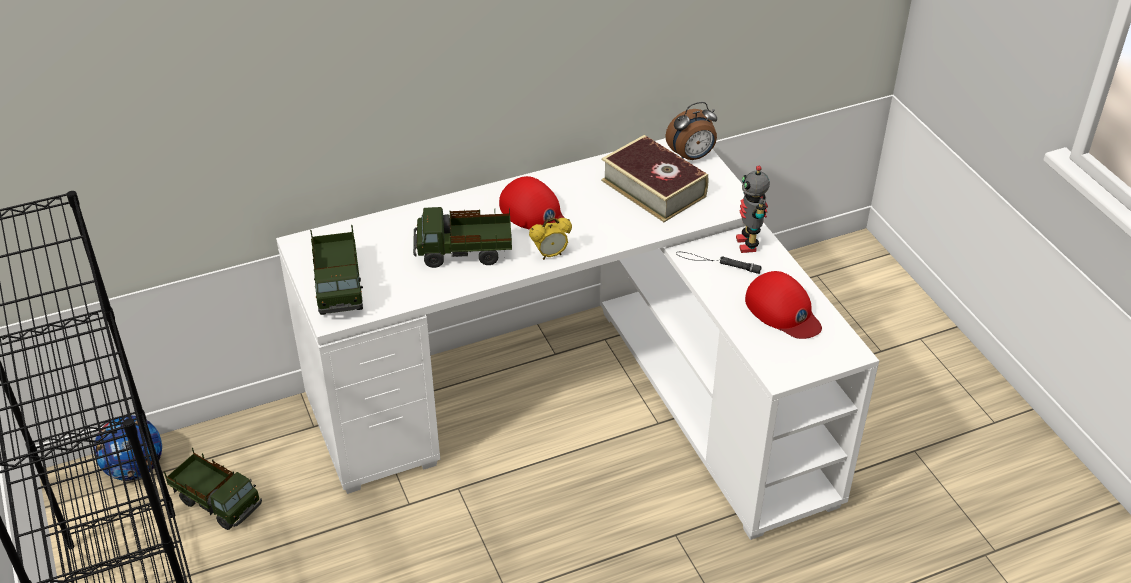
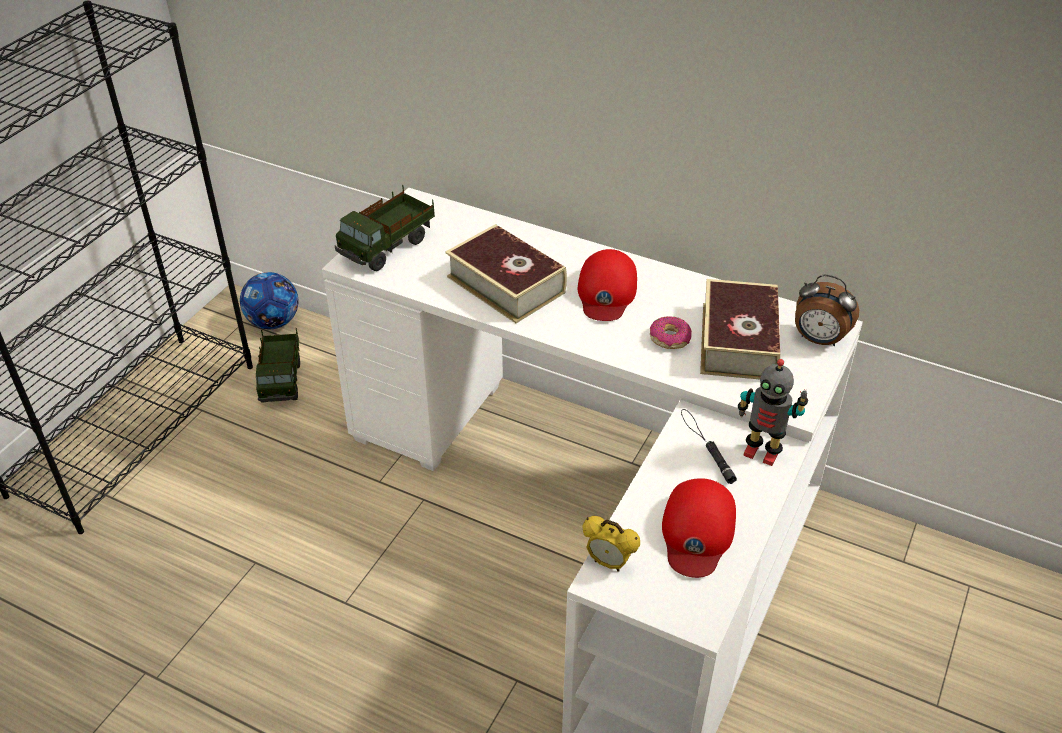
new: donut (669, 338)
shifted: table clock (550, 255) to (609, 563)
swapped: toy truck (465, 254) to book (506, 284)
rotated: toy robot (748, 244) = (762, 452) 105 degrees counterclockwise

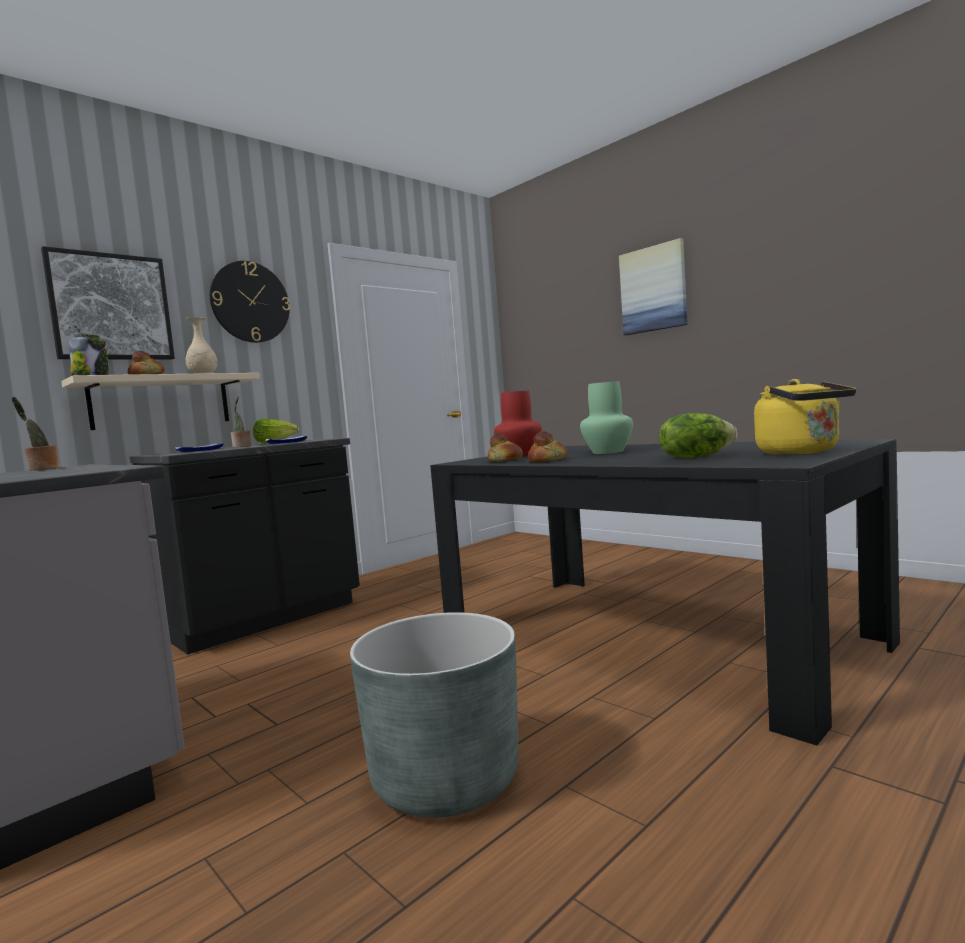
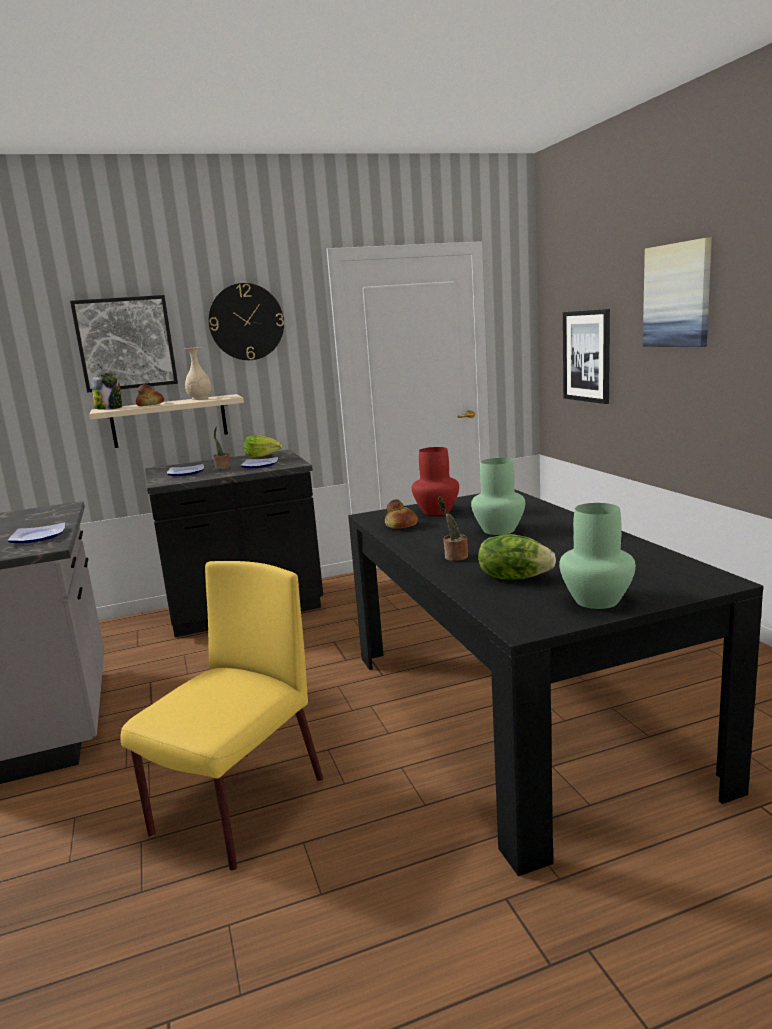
gone: bread (548, 460)
new: plate (39, 536); picture (587, 356)
shifted: potted plant (41, 469) to (454, 557)
swapped: plant pot in gray (446, 779) to plain chair in yellow (237, 808); tea kettle in yellow (802, 453) to vase in green-coloured (596, 601)

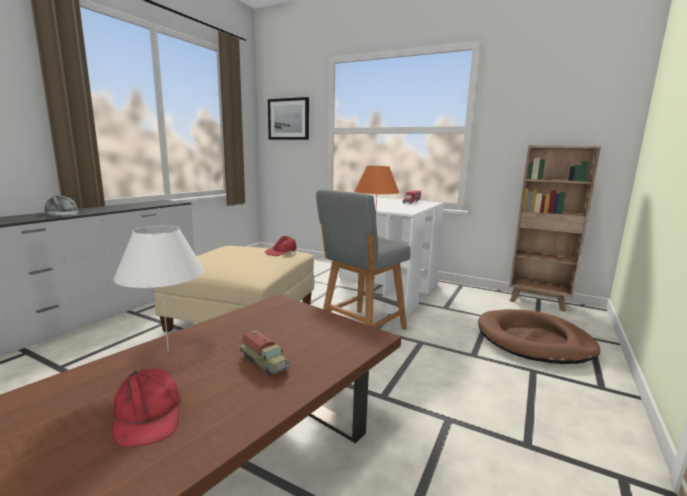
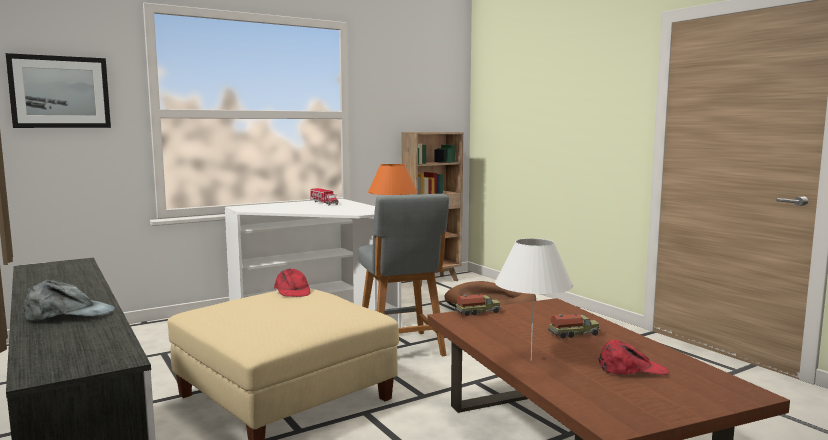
new: toy truck (478, 312)

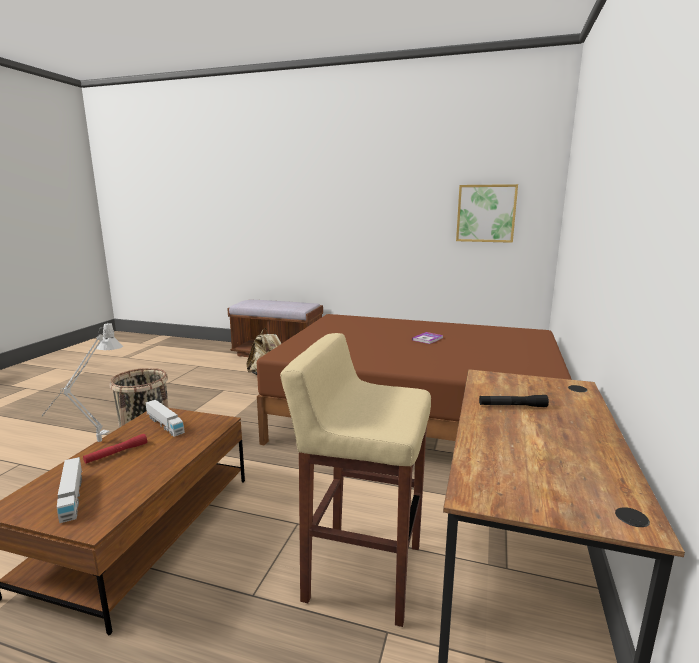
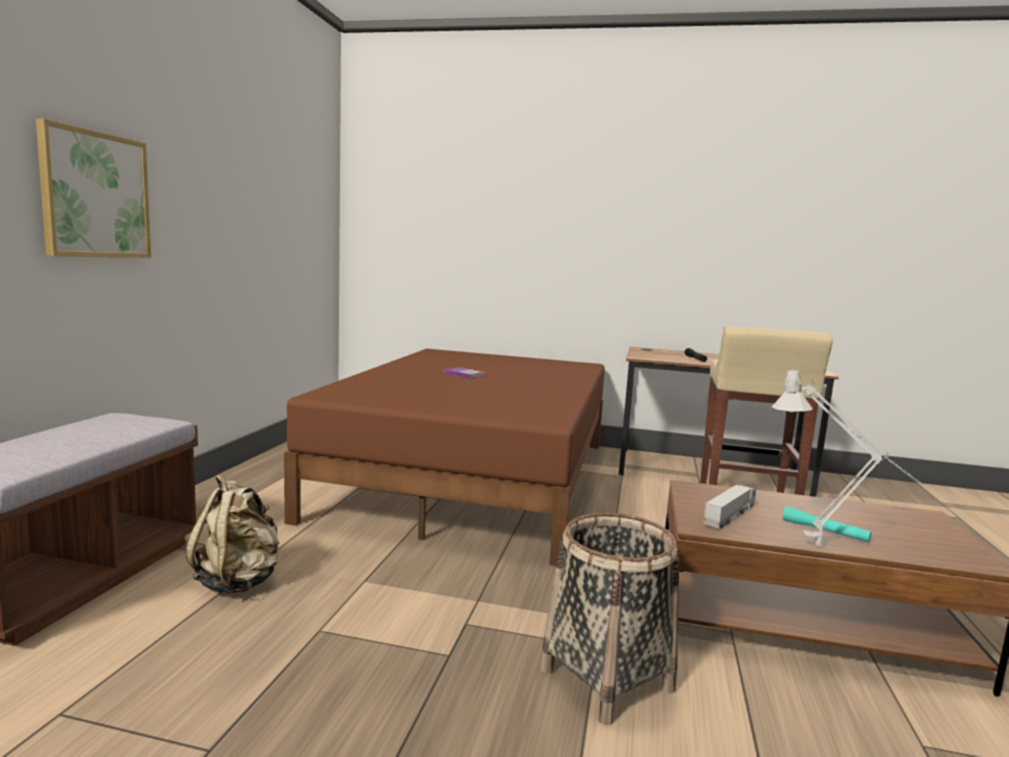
gone: toy truck (72, 497)
shifted: picture (486, 213) to (95, 195)
repainted: hand torch in red-coloured (116, 453) to hand torch in blue-green (824, 531)

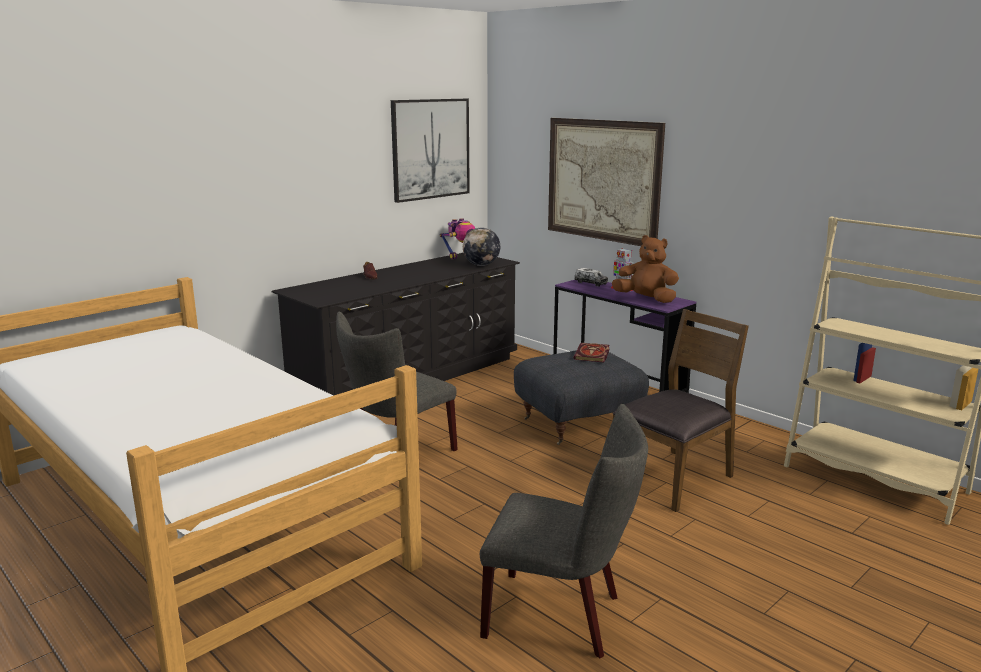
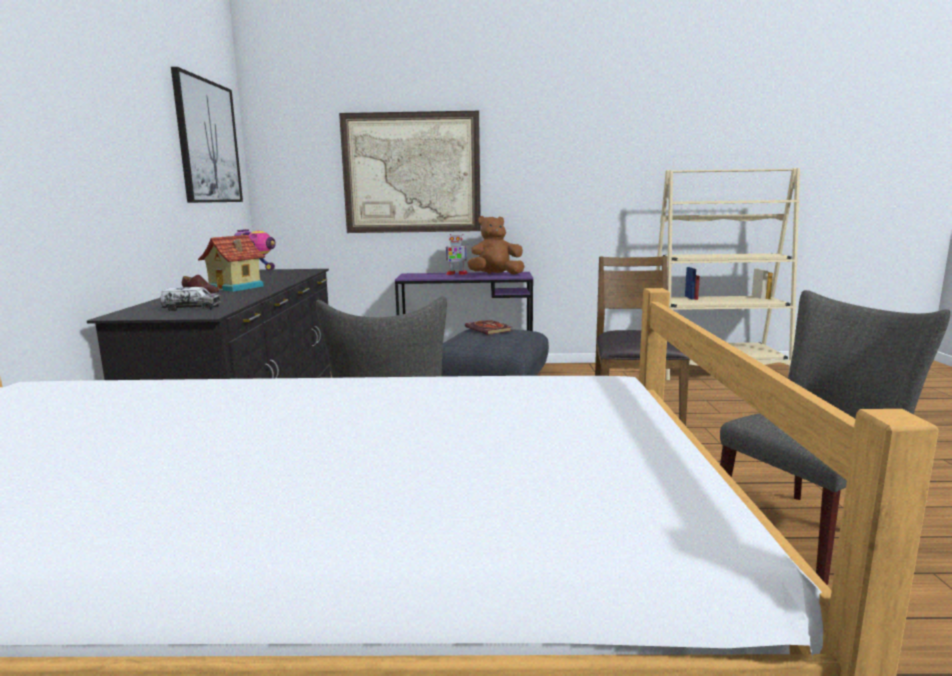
gone: desk globe (481, 265)
new: model house (236, 287)
shifted: toy truck (591, 283) to (192, 308)

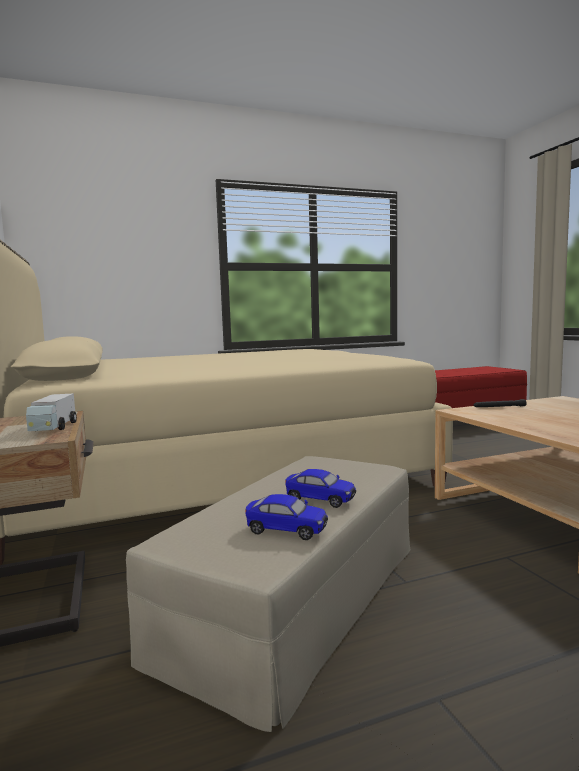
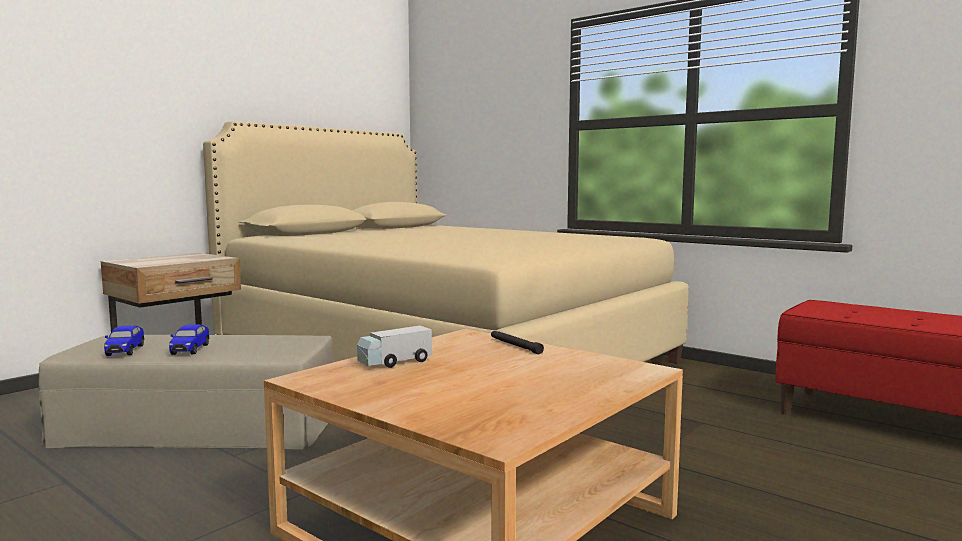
shifted: toy truck (53, 428) to (394, 362)

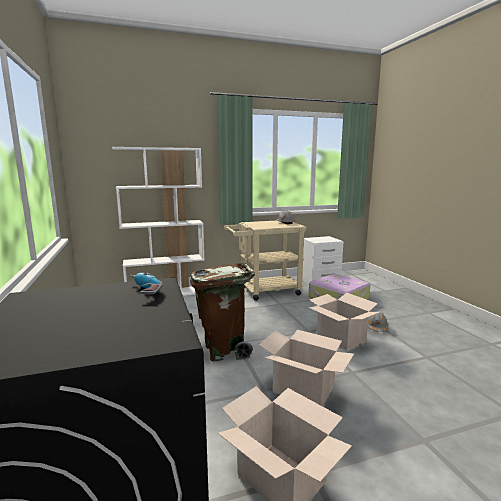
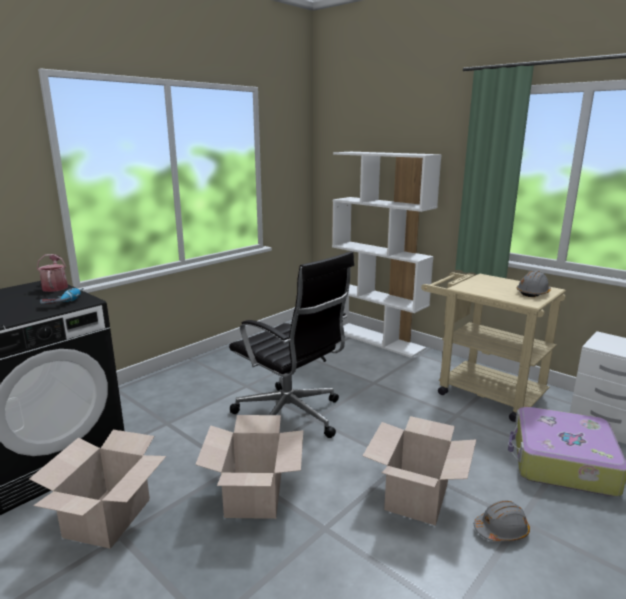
new: watering can (55, 287)
swapped: waste bin in brown (224, 350) to computer chair in black (291, 417)

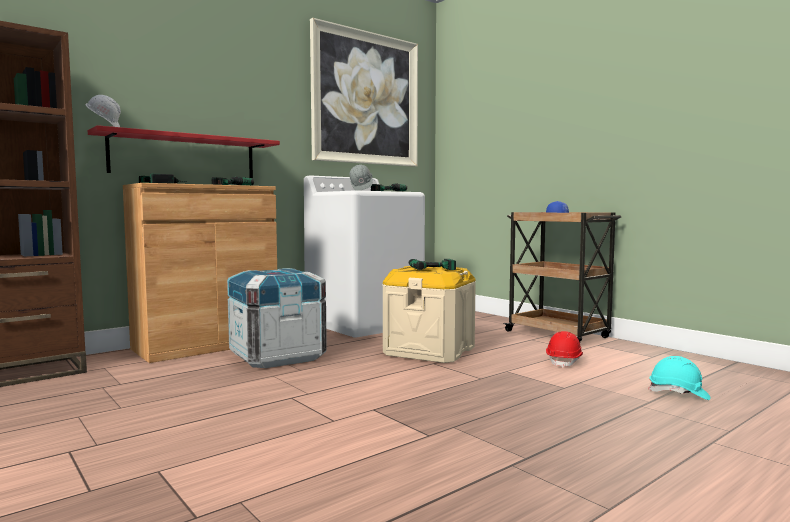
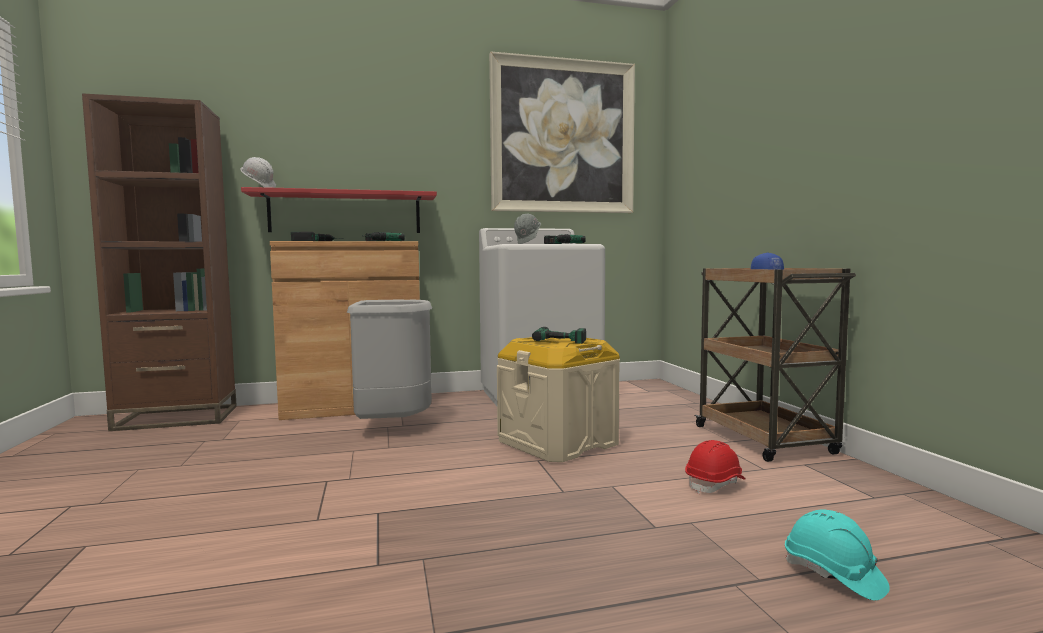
swapped: packing crate (277, 356) to waste bin in gray (393, 428)

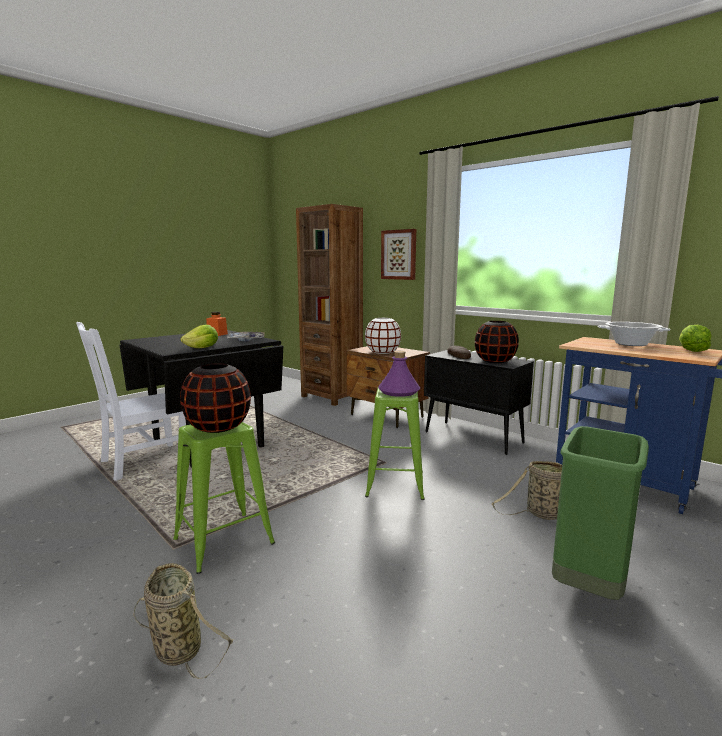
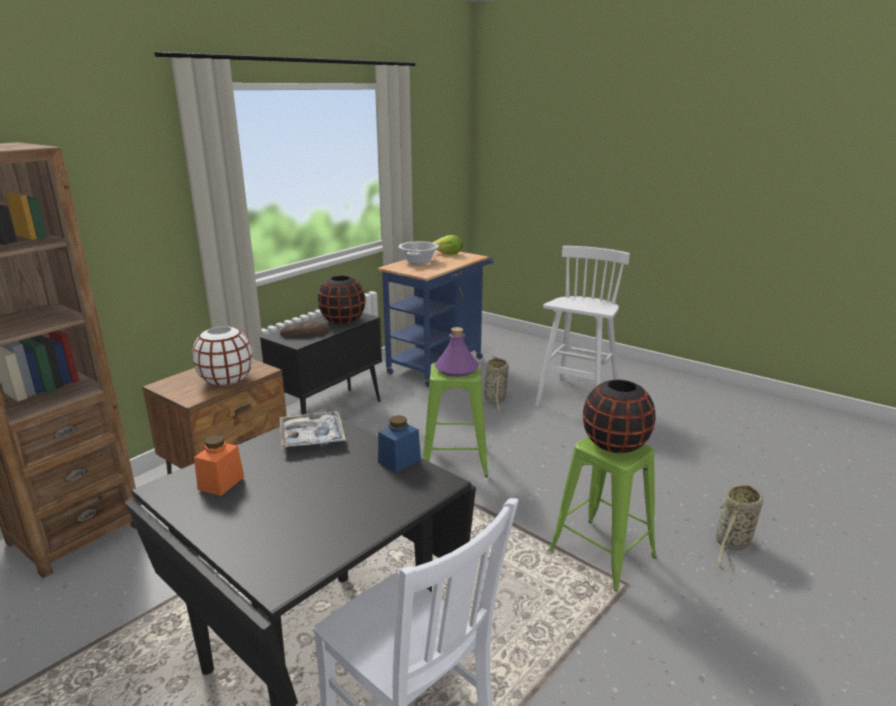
gone: picture (399, 254)
swapped: lettuce head (202, 348) to preserve jar in blue-coloured (399, 461); waste bin in green-coloured (588, 587) to stool seat in white-coloured (577, 398)

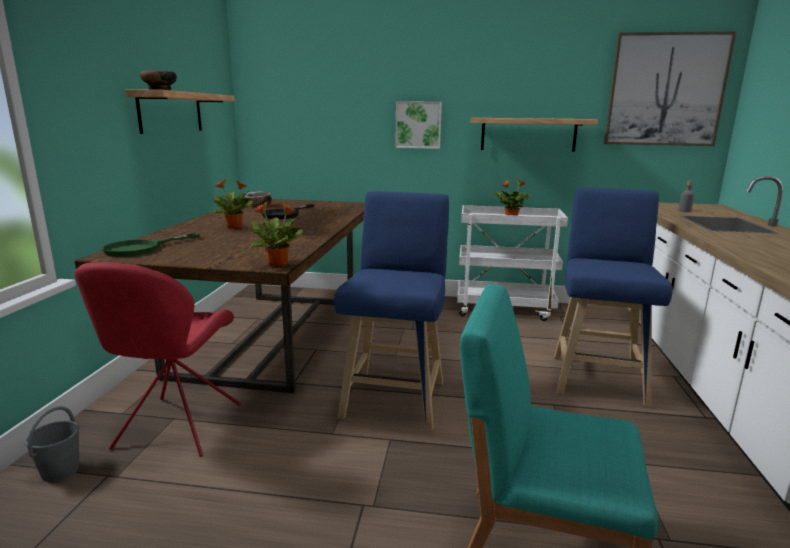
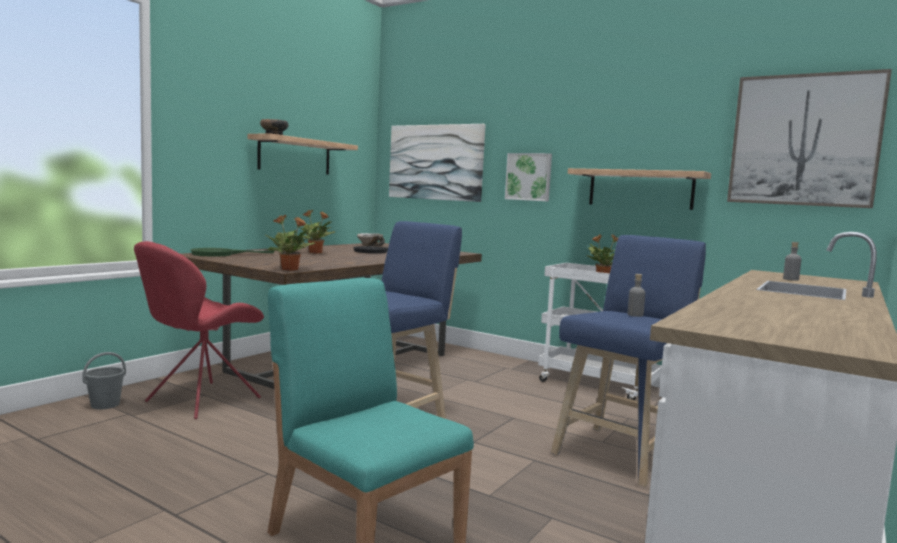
new: picture (435, 162); beverage bottle in gray (635, 315)

